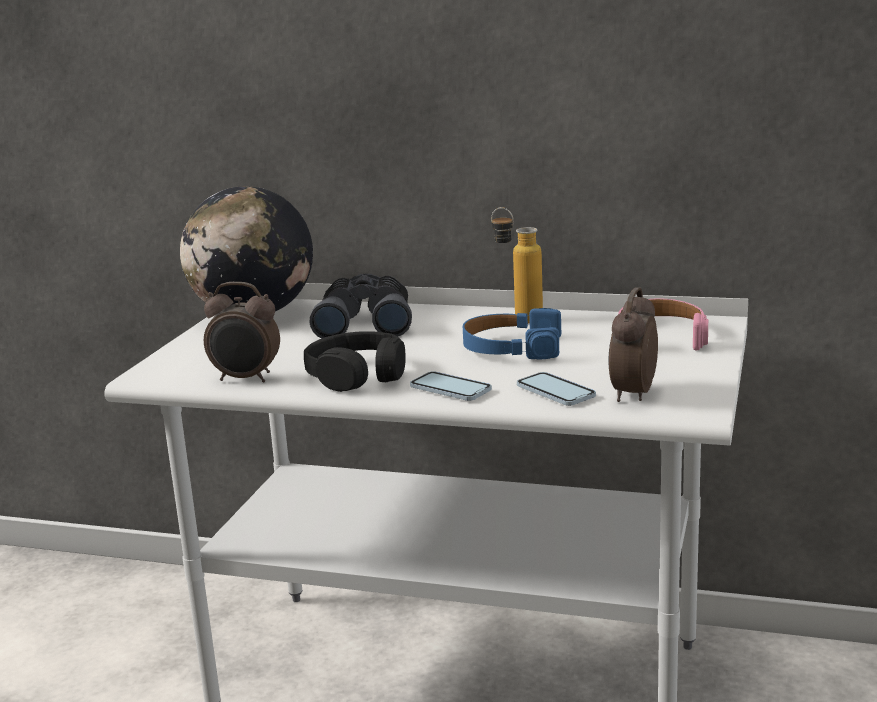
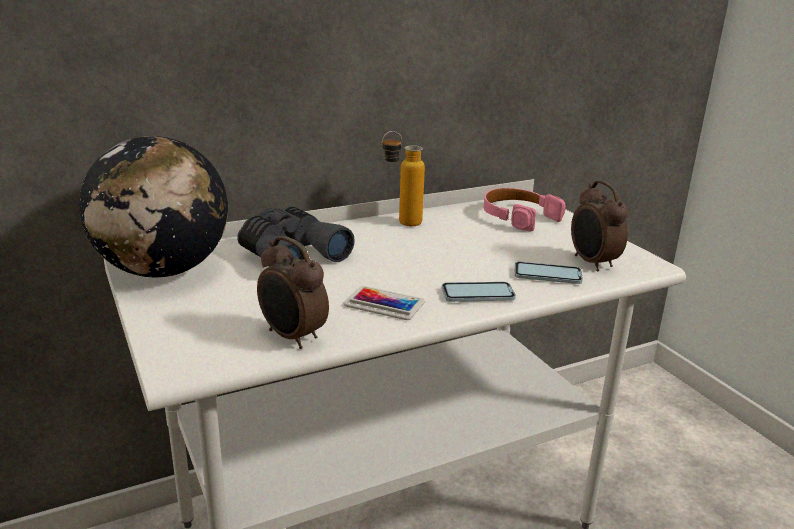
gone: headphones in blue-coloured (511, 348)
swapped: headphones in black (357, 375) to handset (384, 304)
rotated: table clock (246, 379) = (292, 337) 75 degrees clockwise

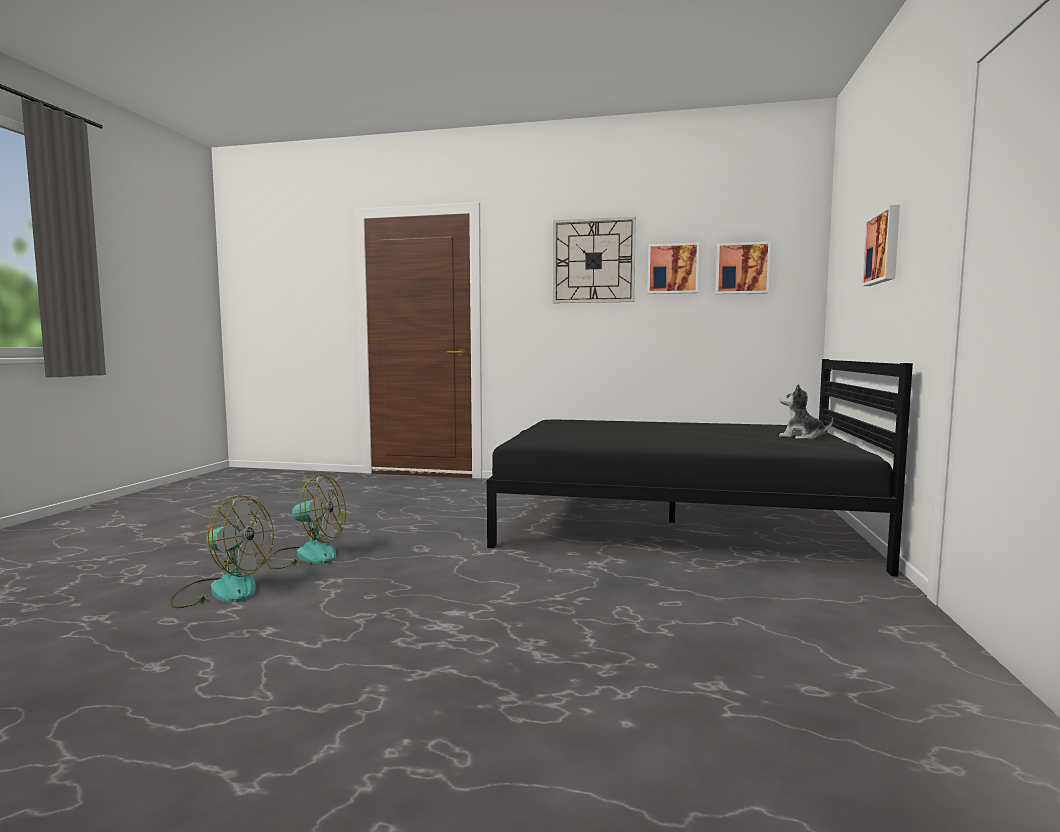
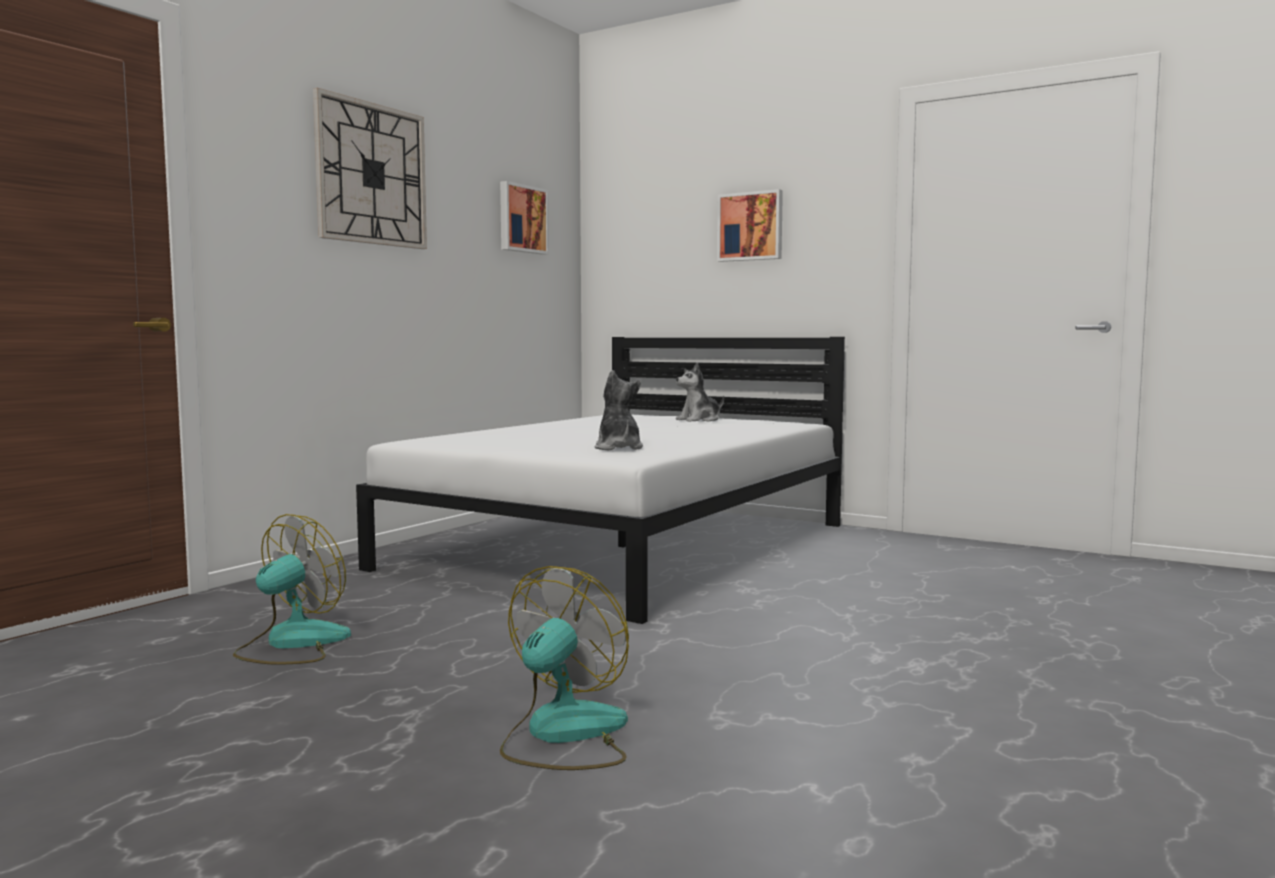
gone: picture (672, 269)
new: soft toy (618, 448)
shifted: fan (222, 590) to (292, 644)
repainted: bedroom bed in black (675, 522) to bedroom bed in white-coloured (625, 545)

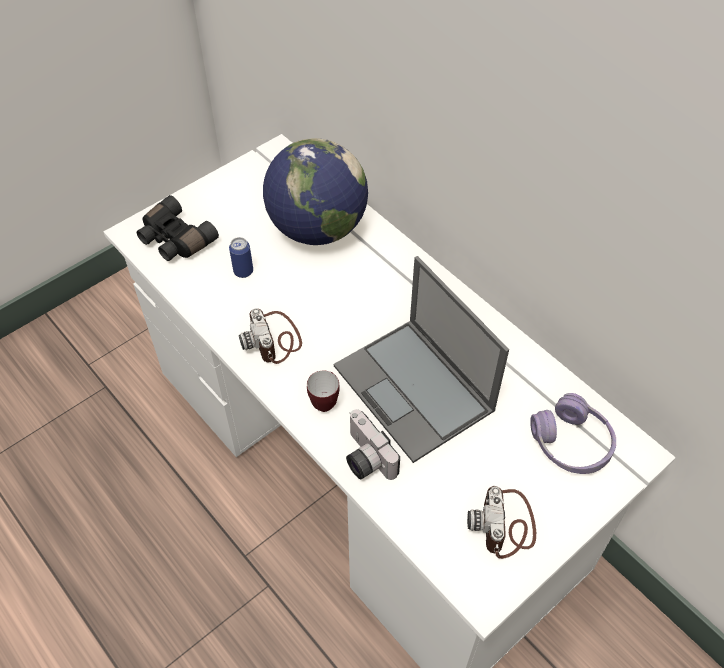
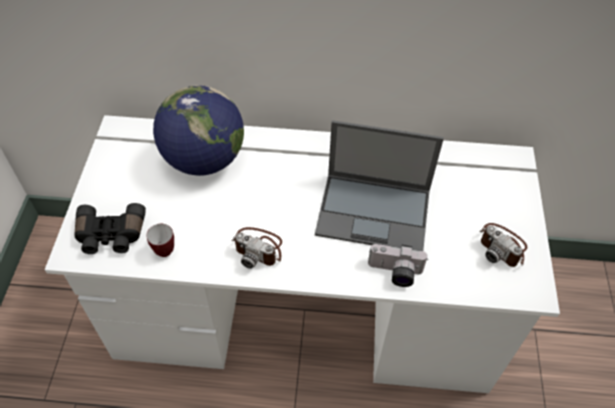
gone: sealed can (243, 271); headphones in purple-coloured (571, 443)
shifted: coffee mug (325, 401) to (163, 249)

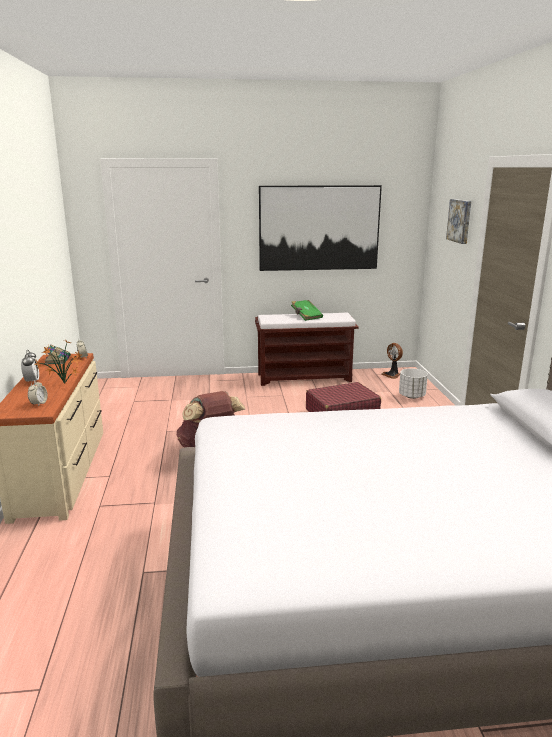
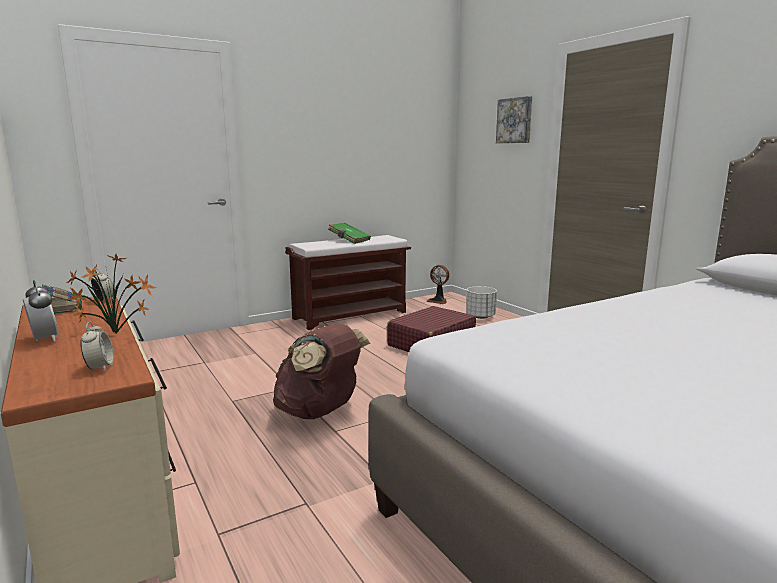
gone: picture (319, 228)

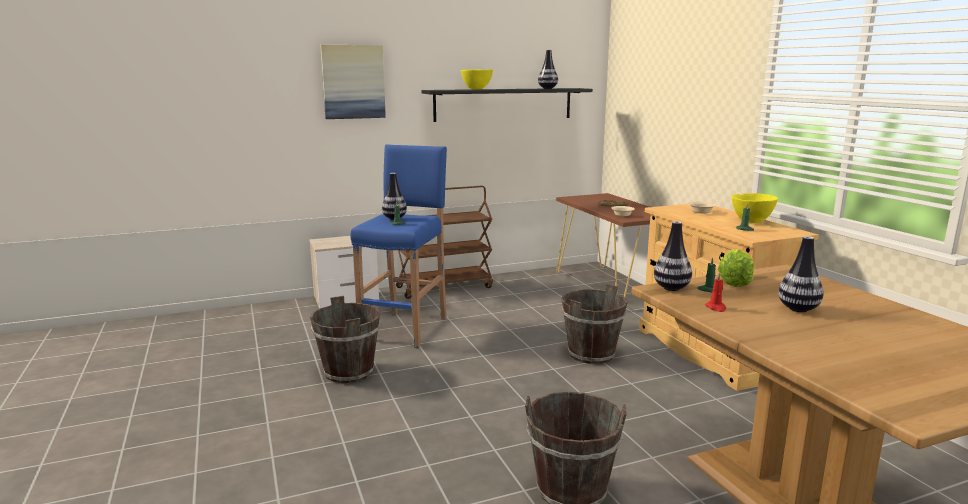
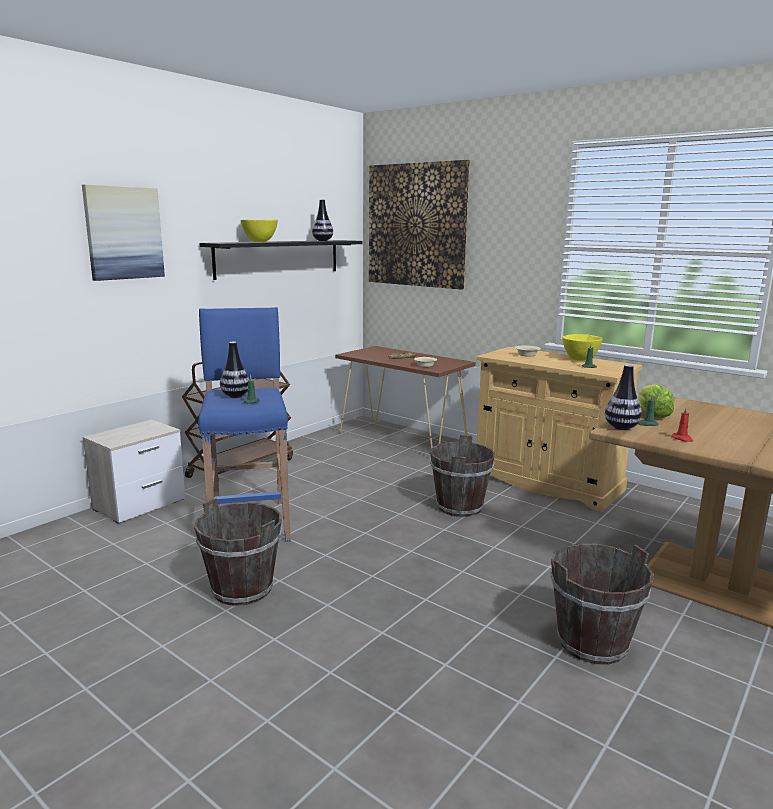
gone: vase (798, 309)
new: picture (416, 225)

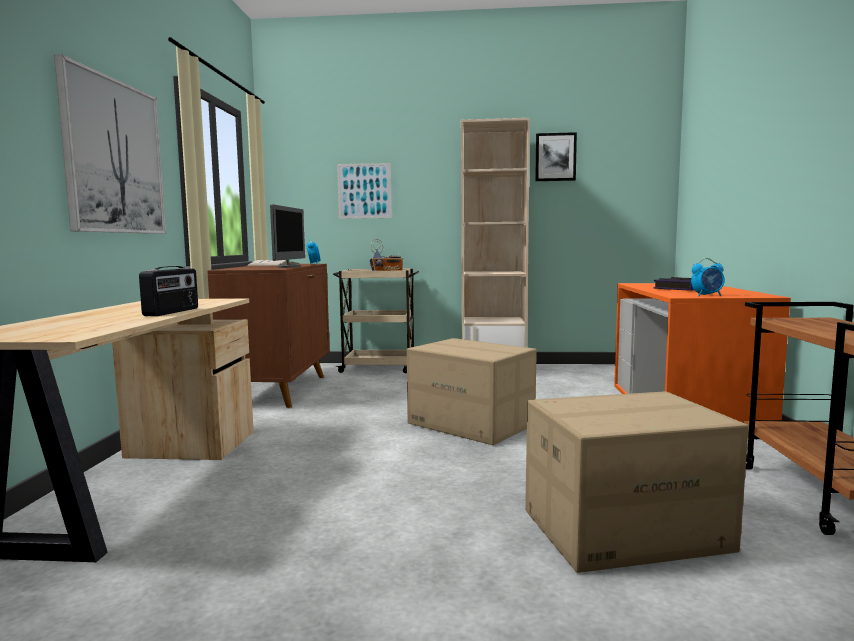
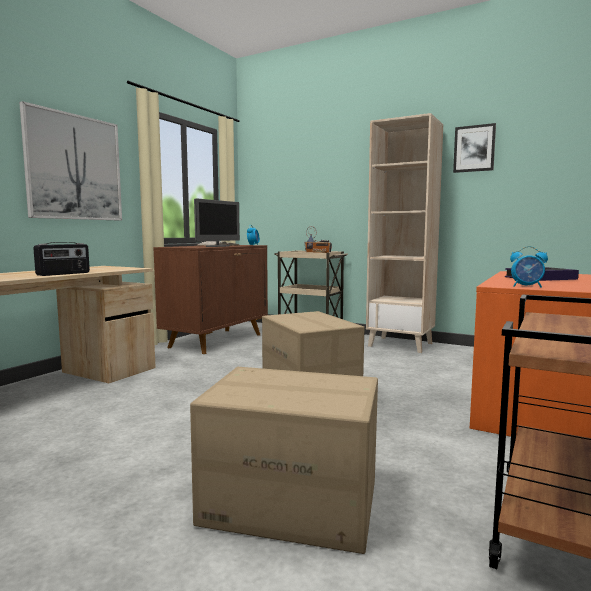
gone: picture (364, 191)

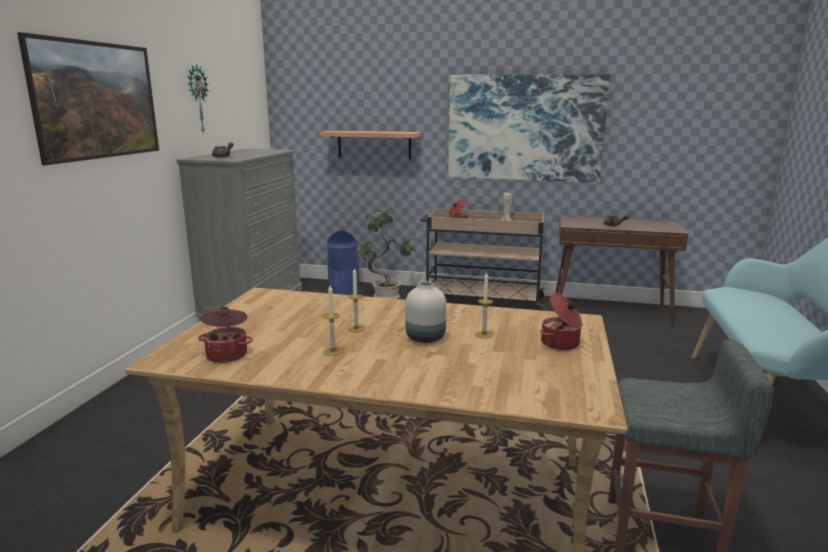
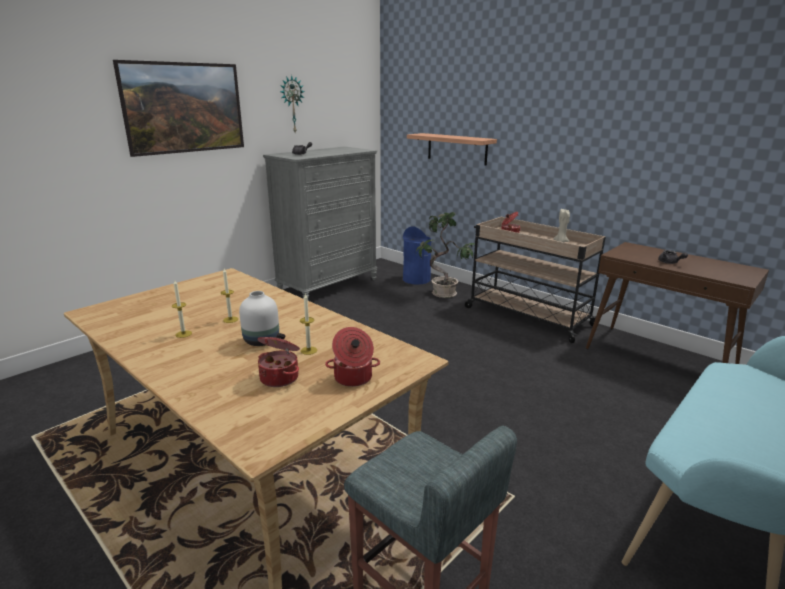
gone: picture (525, 128)
shifted: stockpot (227, 354) to (280, 377)

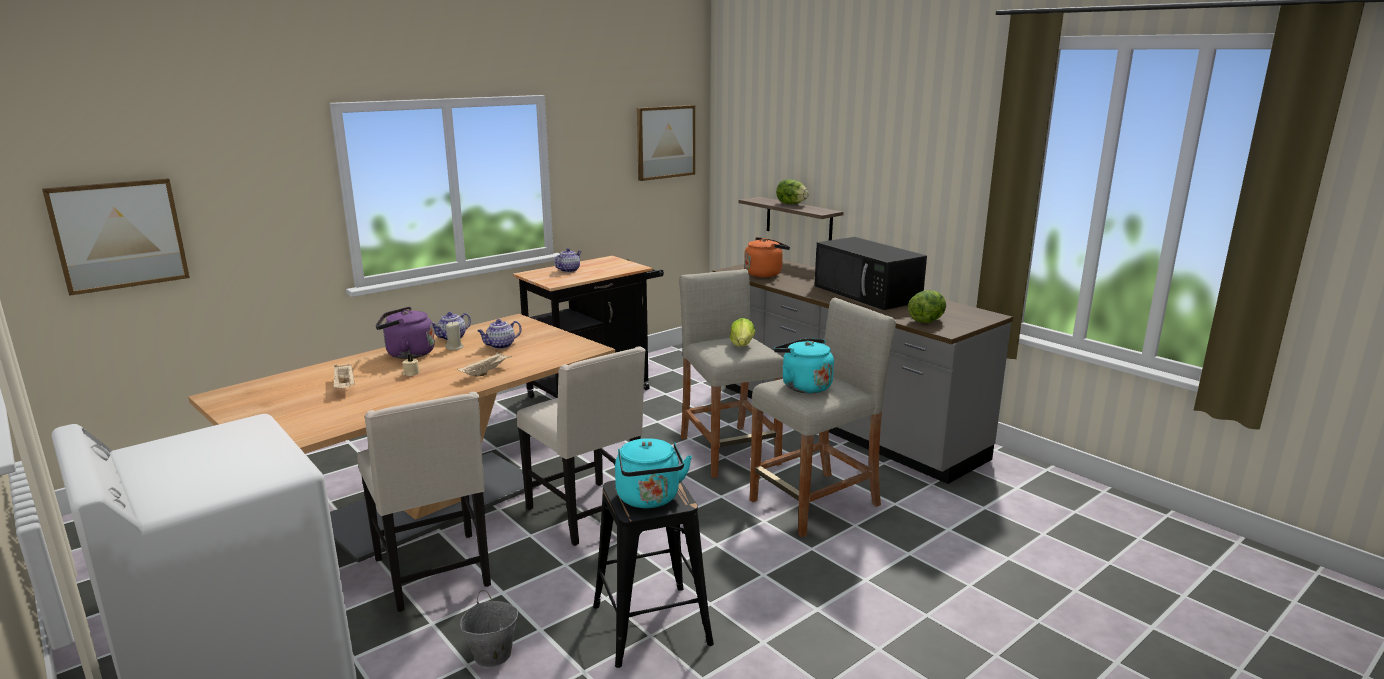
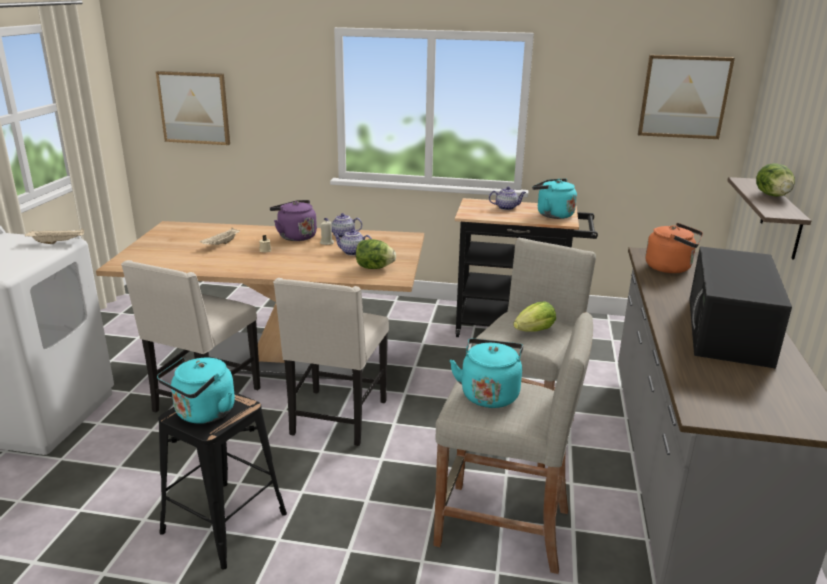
gone: water bucket in gray (492, 655)
new: tea kettle in blue-green (552, 214)
shifted: serving tray in sand-coloured (485, 372) to (58, 242); lettuce head (926, 321) to (374, 268)

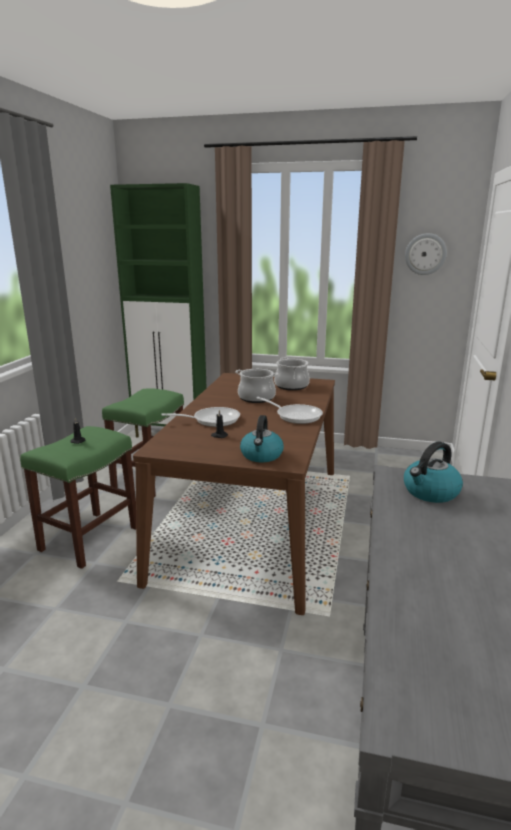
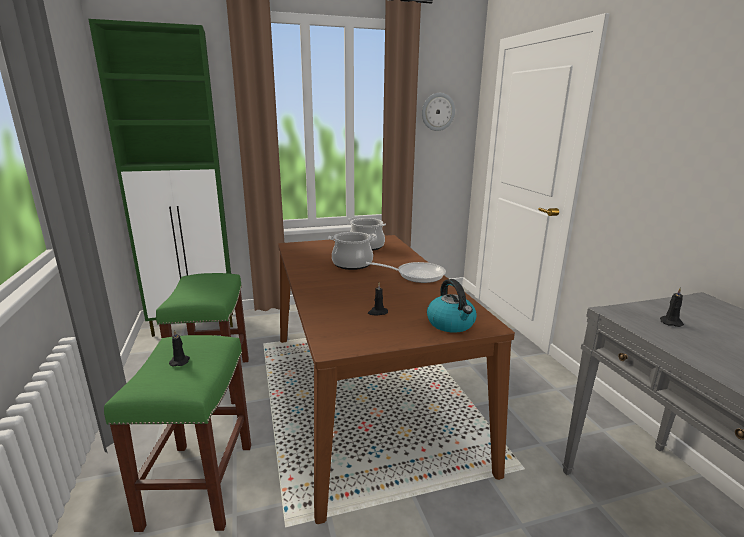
gone: skillet (212, 420)
swapped: tea kettle (430, 492) to wax light in black (670, 322)

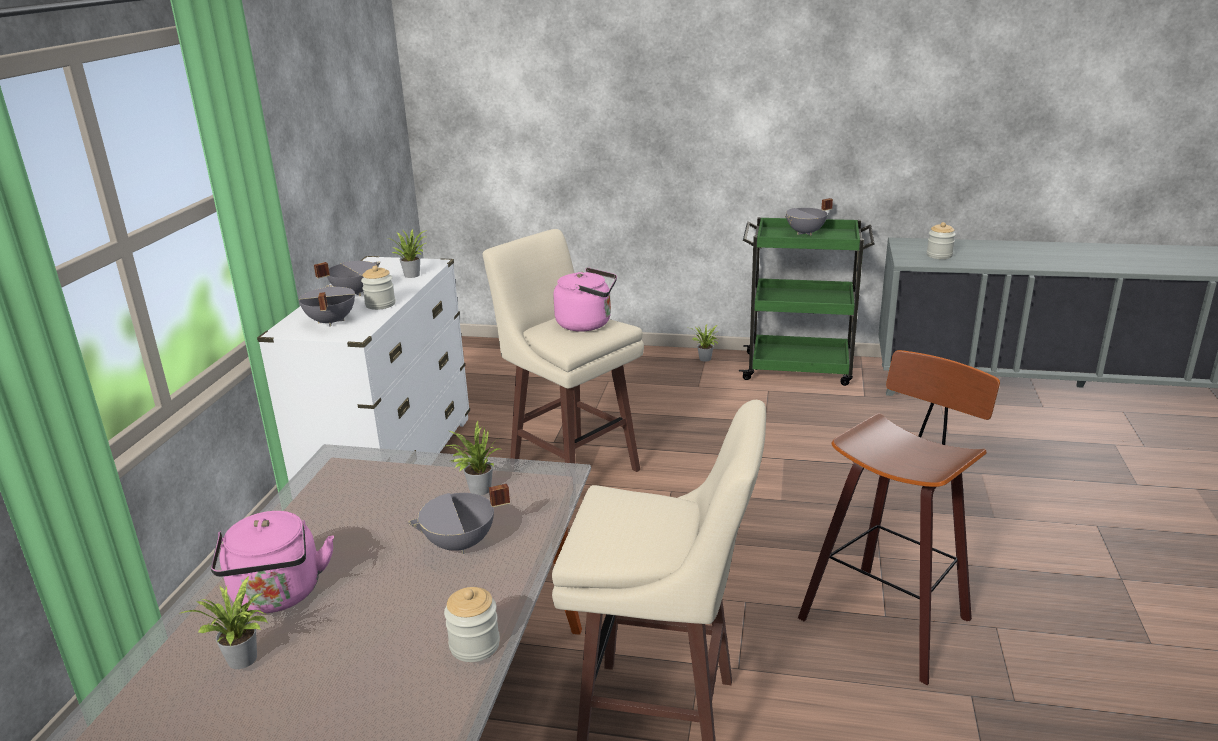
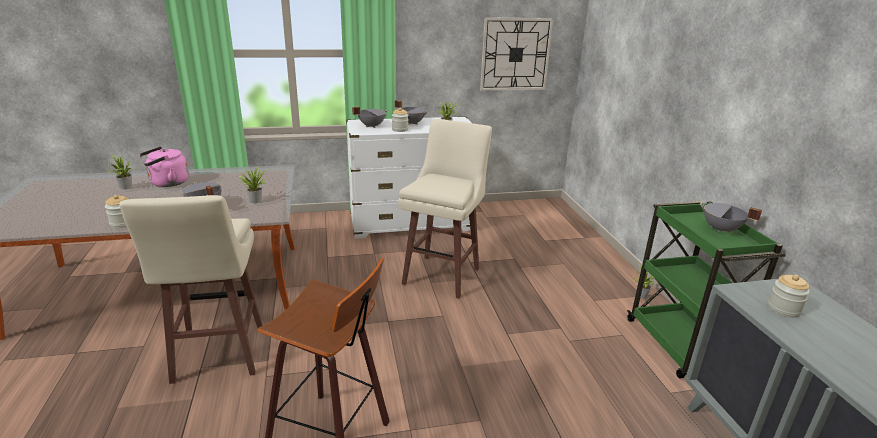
gone: tea kettle in pink-coloured (587, 324)
new: hanging clock (515, 54)

